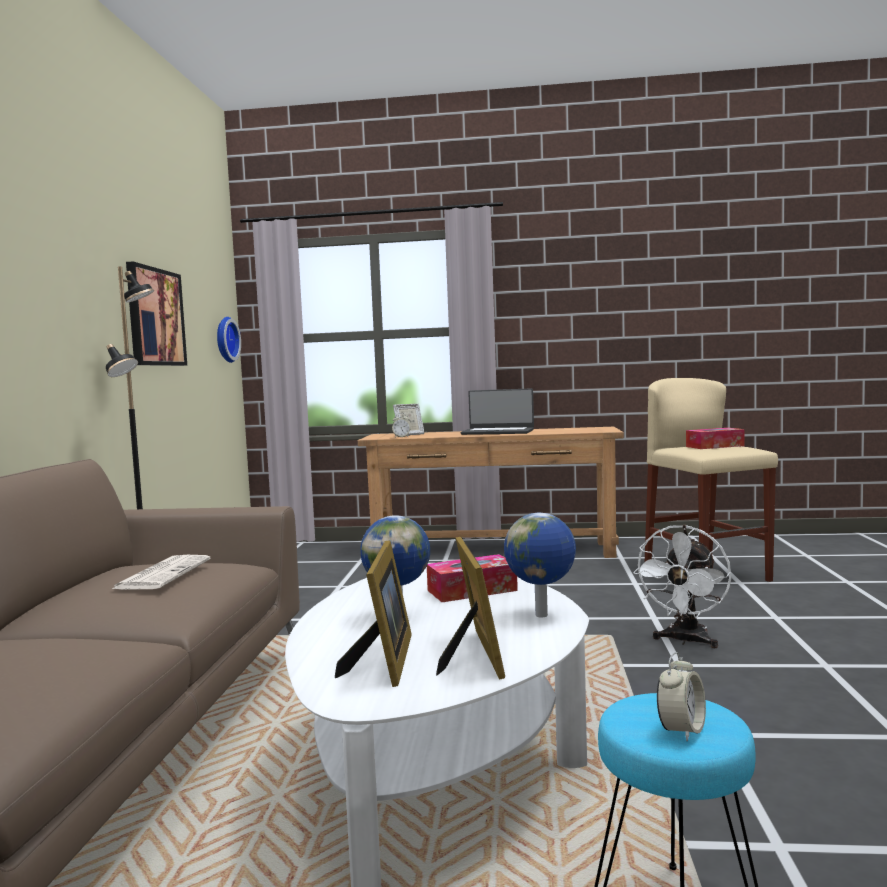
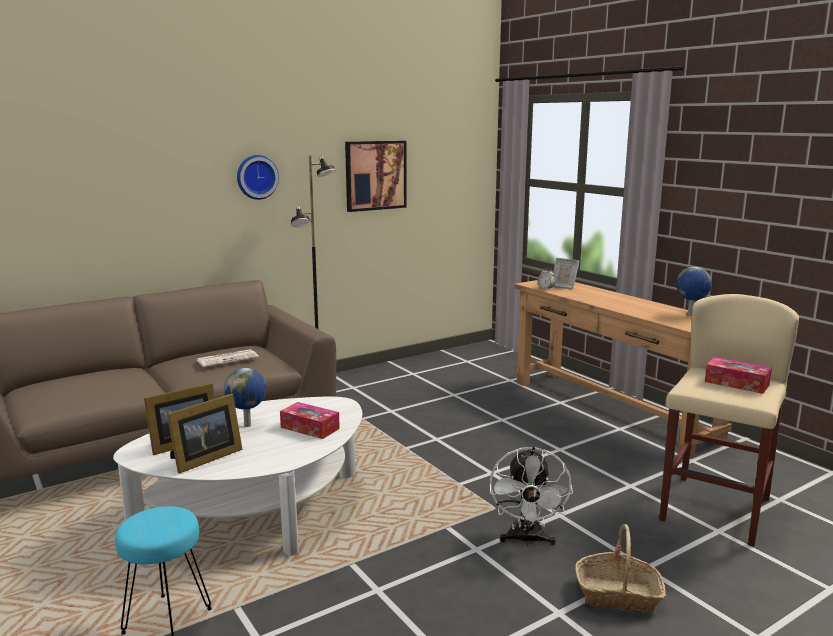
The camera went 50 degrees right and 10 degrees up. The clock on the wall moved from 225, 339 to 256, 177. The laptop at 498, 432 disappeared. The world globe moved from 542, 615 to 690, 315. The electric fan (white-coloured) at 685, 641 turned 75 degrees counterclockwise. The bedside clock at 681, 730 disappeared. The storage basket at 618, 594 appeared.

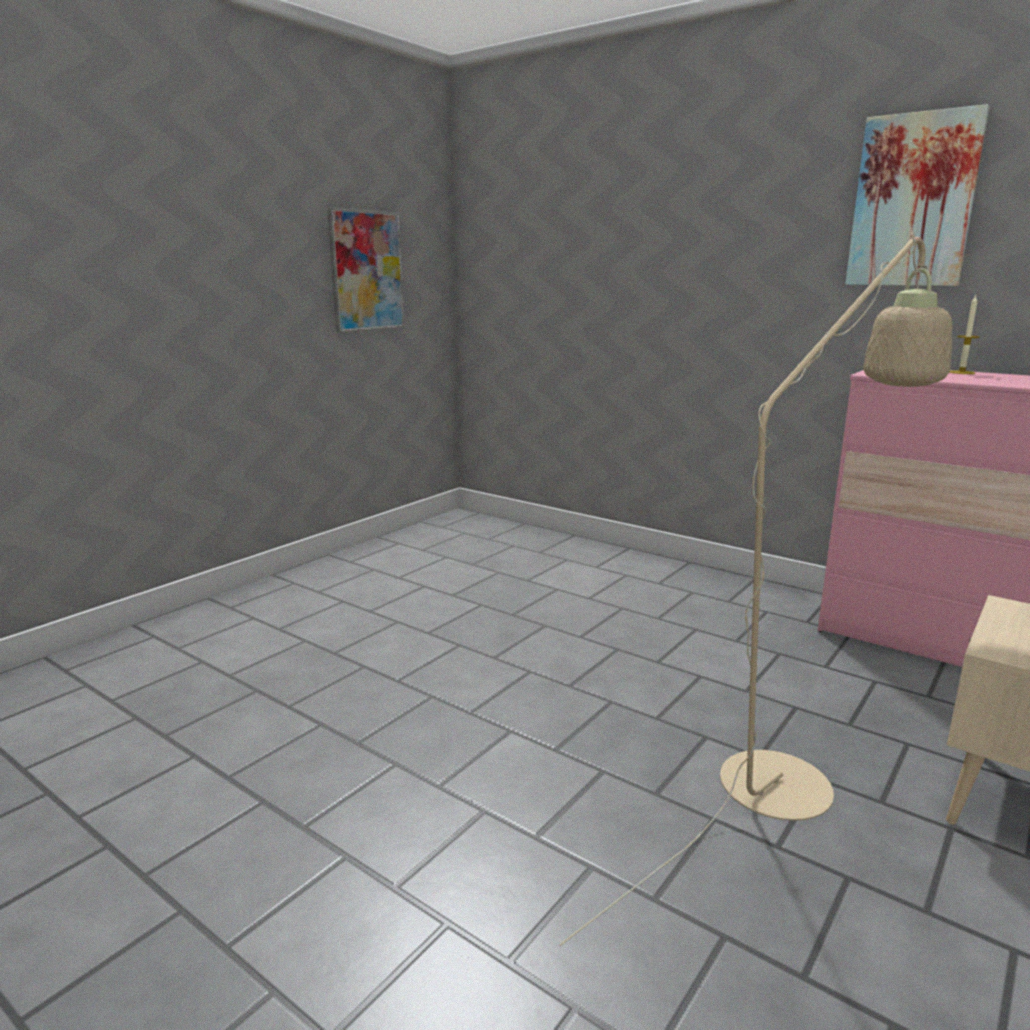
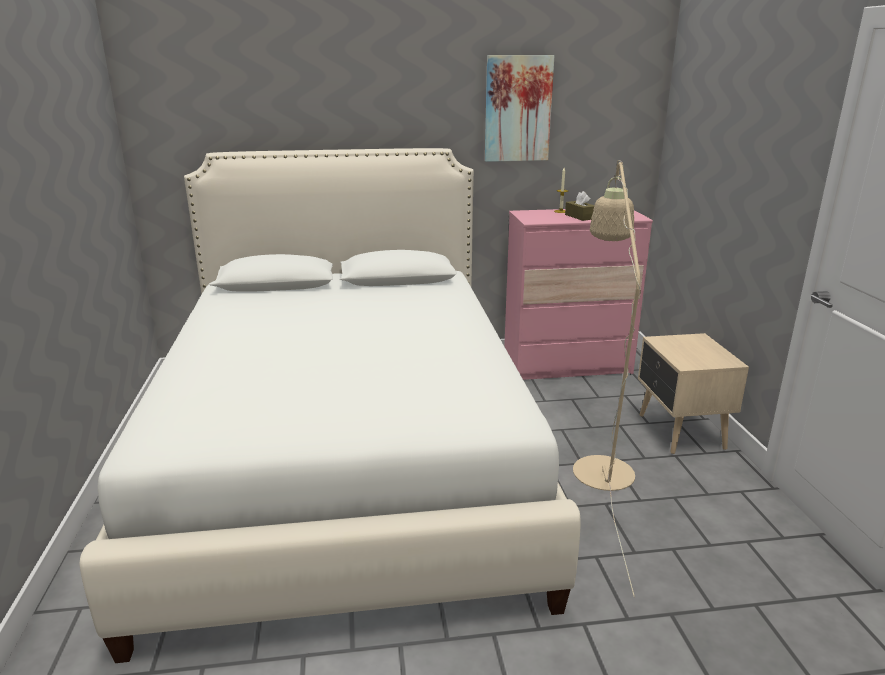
The camera went 45 degrees left and 5 degrees up. The wall picture at 366, 271 disappeared. The bed (white-coloured) at 347, 461 appeared. The tissue holder (brownish) at 580, 217 appeared.

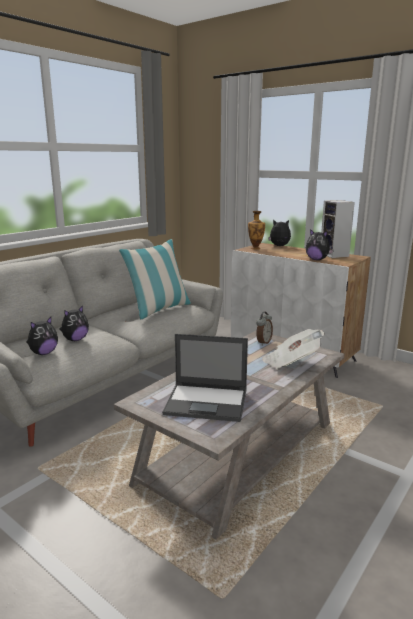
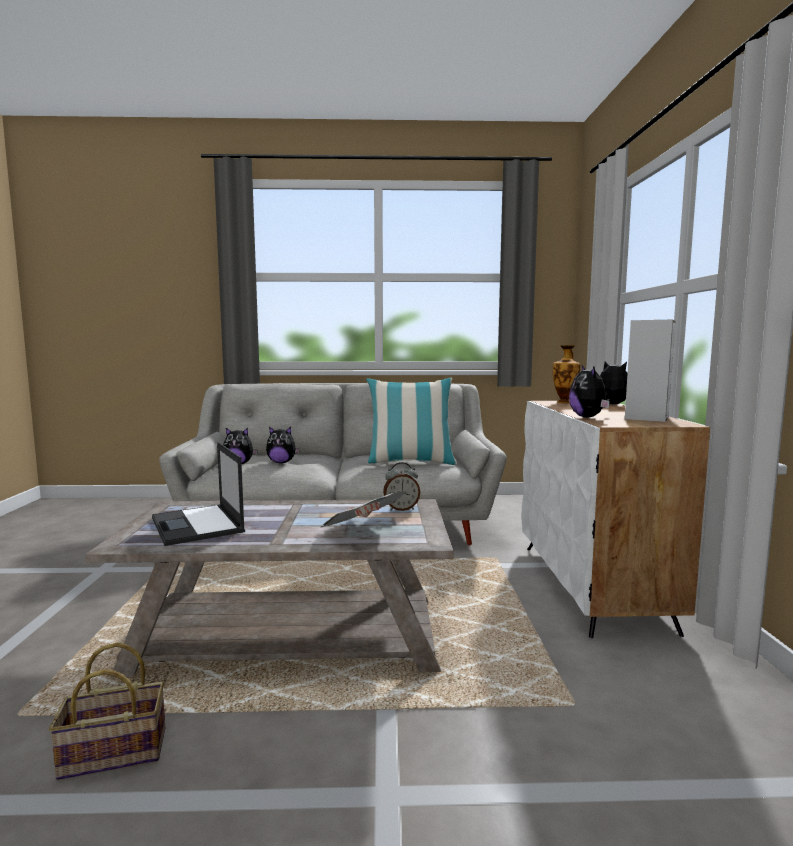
The camera went 50 degrees right and 10 degrees down. The storage basket at 111, 755 appeared.

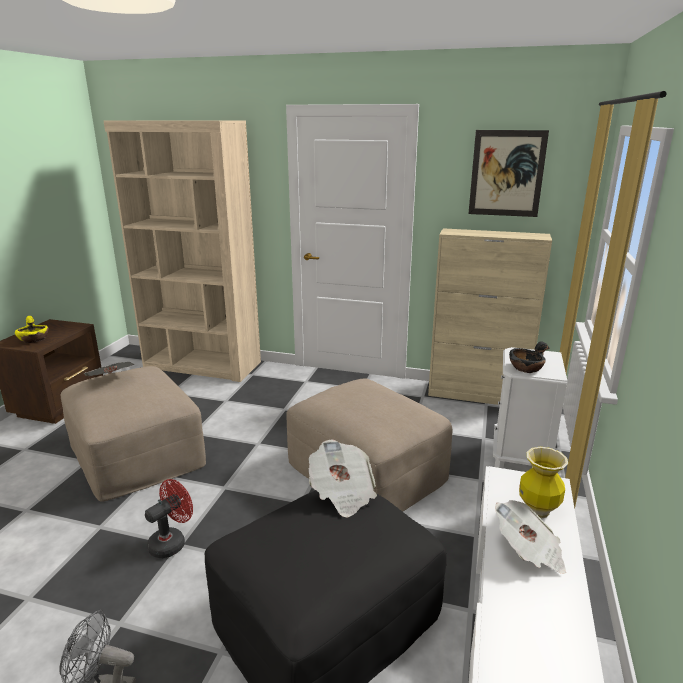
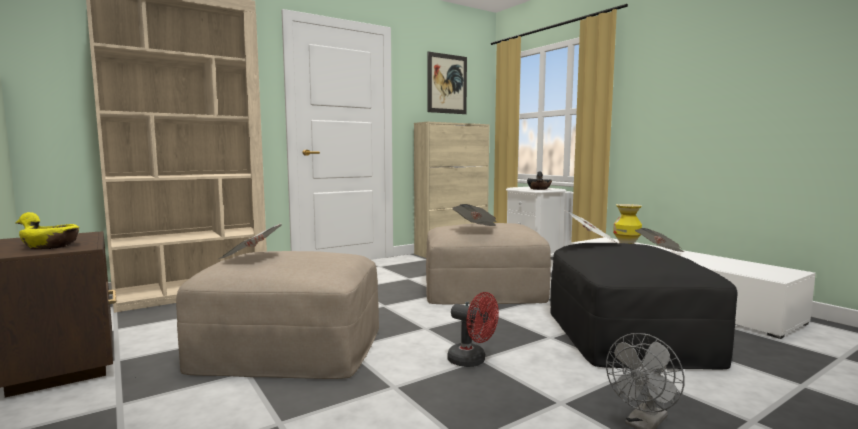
The camera went 50 degrees left and 15 degrees down. The electric fan (red) at 172, 542 turned 135 degrees clockwise. The daily paper at 476, 228 appeared.

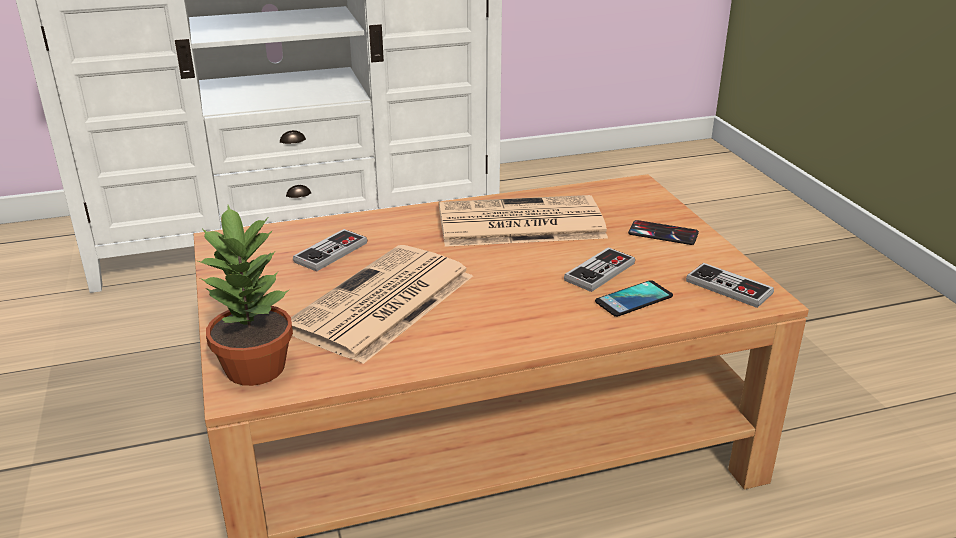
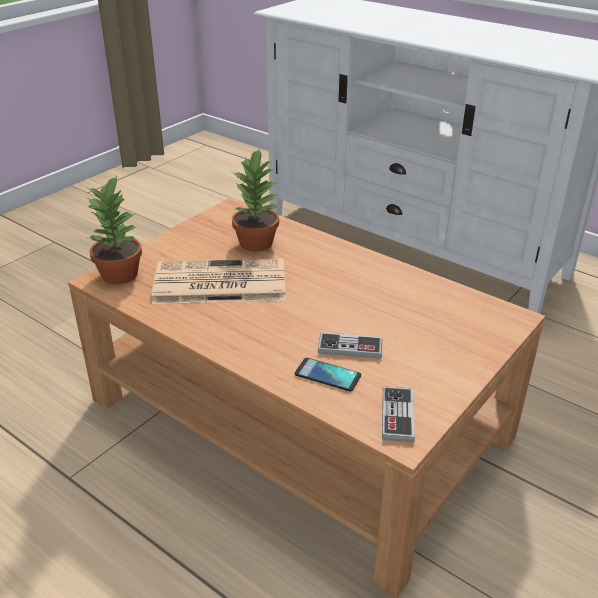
The camera went 55 degrees right and 5 degrees up. The game controller at 331, 252 was replaced by the houseplant at 257, 243. The daily paper at 518, 224 disappeared. The phone at 663, 233 disappeared.

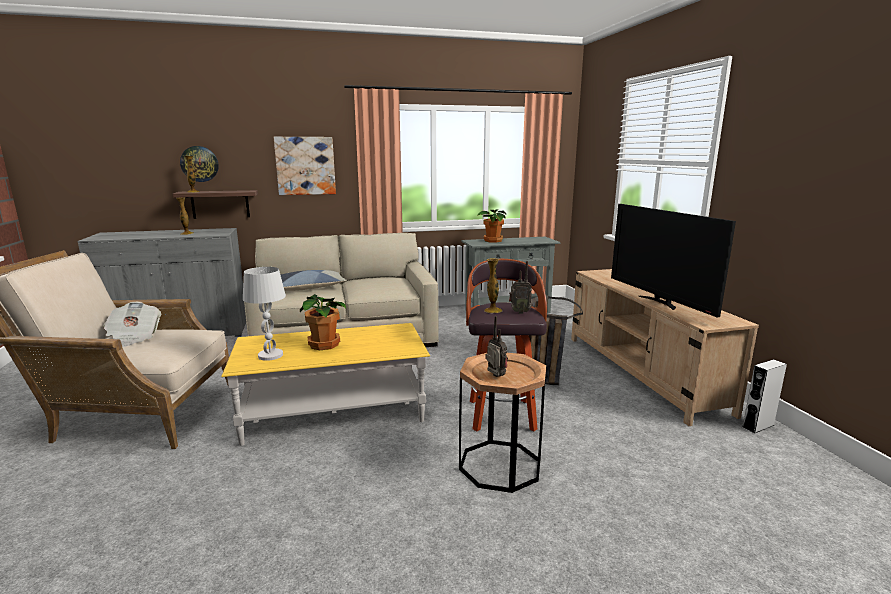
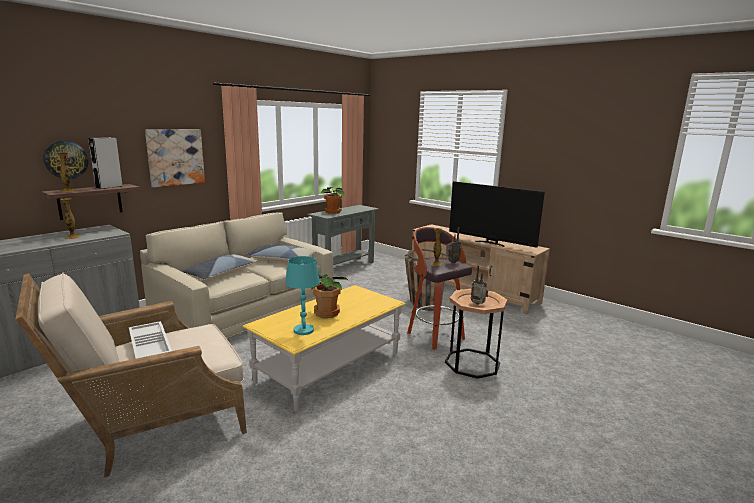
The camera went 35 degrees left and 0 degrees up. The daily paper at 134, 337 was replaced by the tray (white-coloured) at 152, 348. The lamp for a table (white-coloured) at 270, 355 became the lamp for a table (turquoise) at 303, 330. The speaker (grey) moved from 758, 426 to 109, 187. The cushion at 282, 260 appeared.

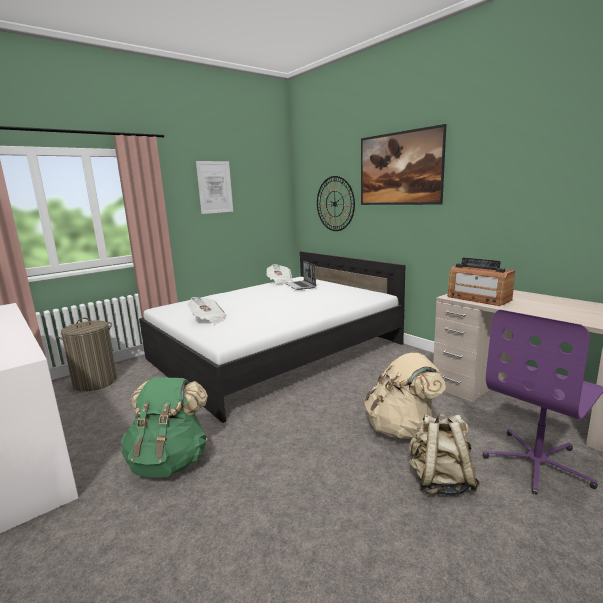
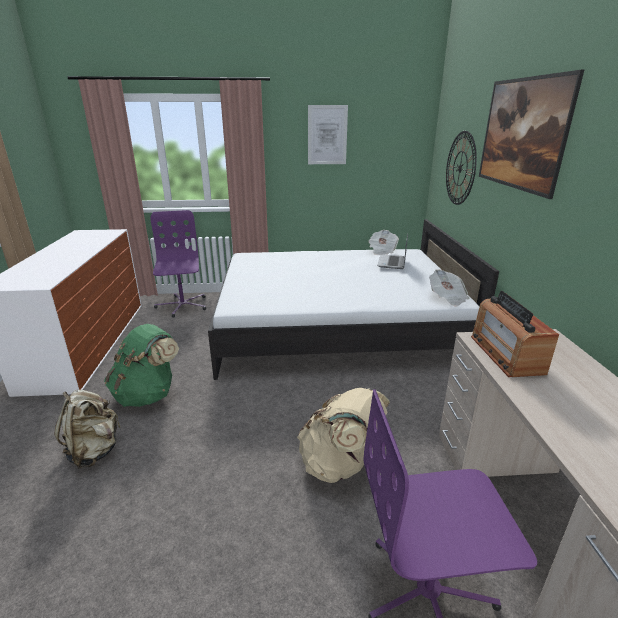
The camera went 35 degrees right and 10 degrees up. The washing basket at 95, 382 was replaced by the office chair (purple-coloured) at 182, 305. The daily paper moved from 208, 319 to 447, 298. The knapsack (beige) moved from 440, 482 to 94, 451.

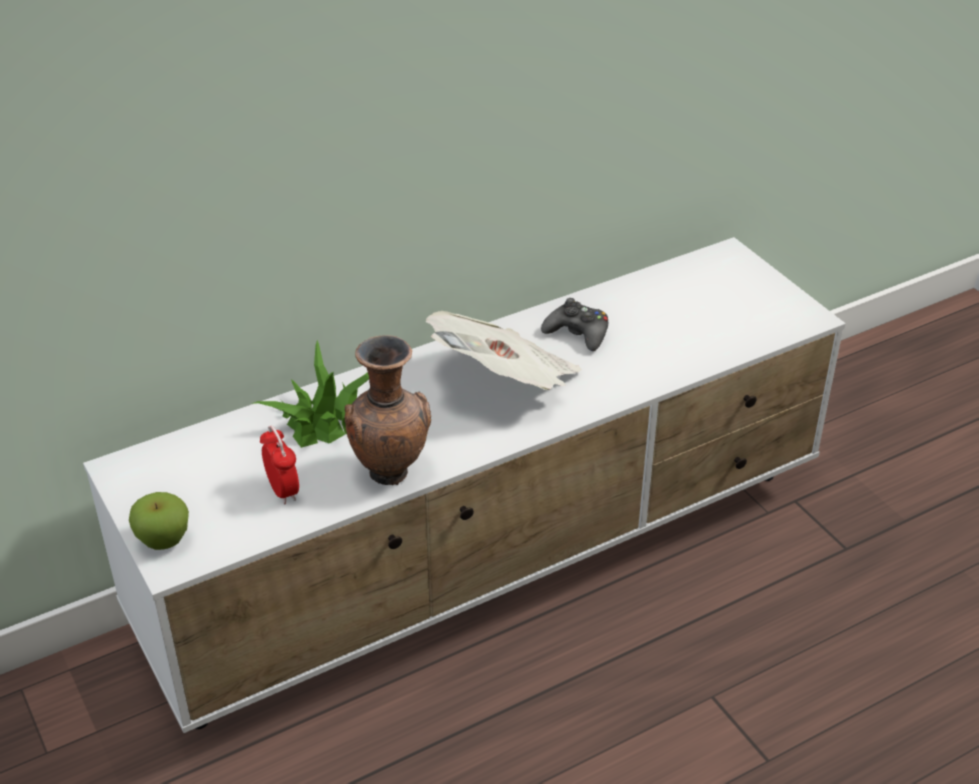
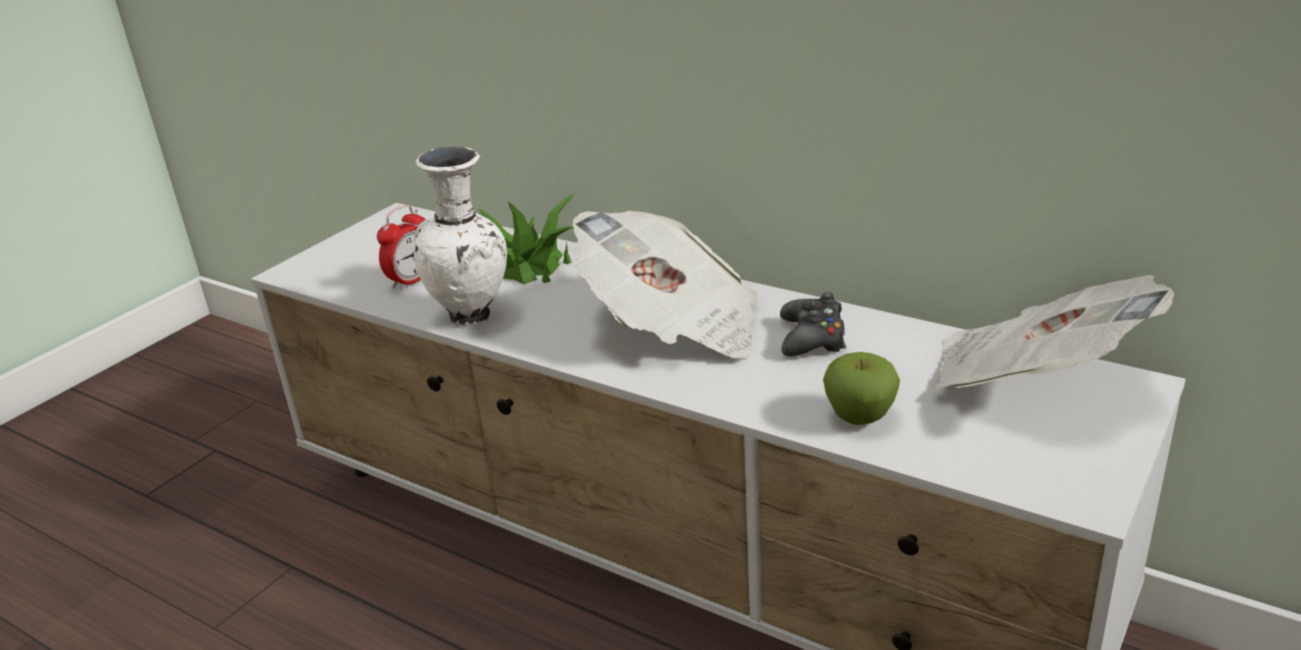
The camera went 65 degrees right and 10 degrees down. The apple moved from 164, 540 to 860, 417. The vase (brownish) at 390, 472 became the vase (white-coloured) at 473, 317. The daily paper at 1033, 382 appeared.

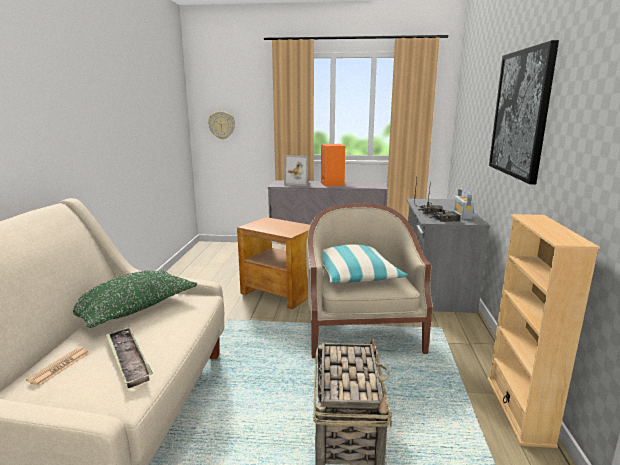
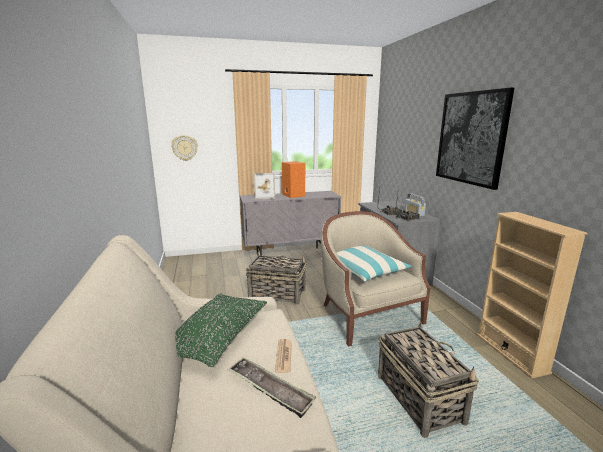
The camera went 20 degrees left and 0 degrees up. The daily paper moved from 60, 366 to 283, 356. The side table (brownish) at 279, 292 was replaced by the storage basket at 276, 294.

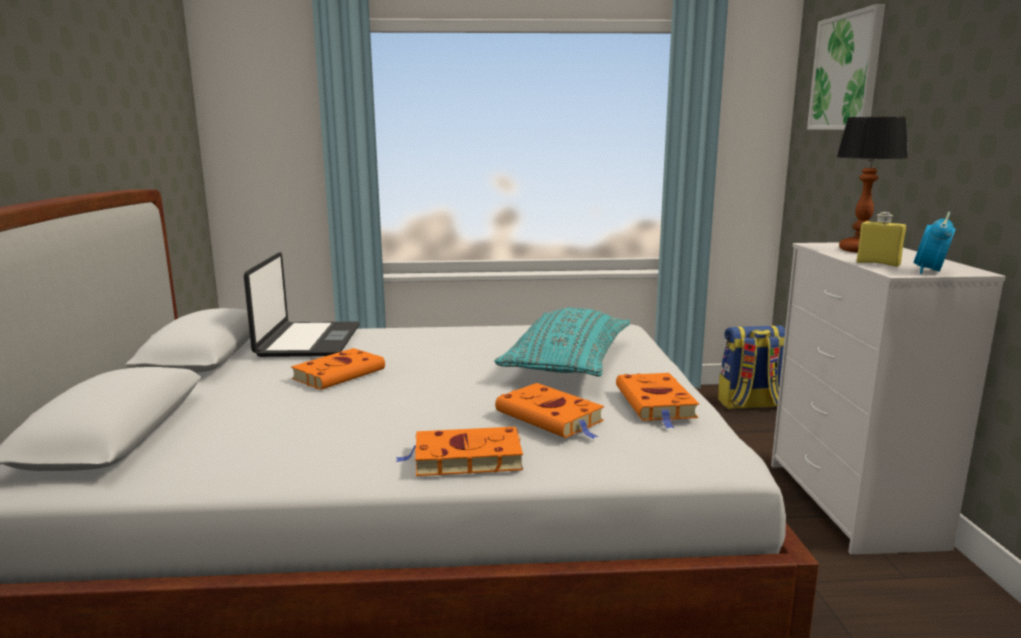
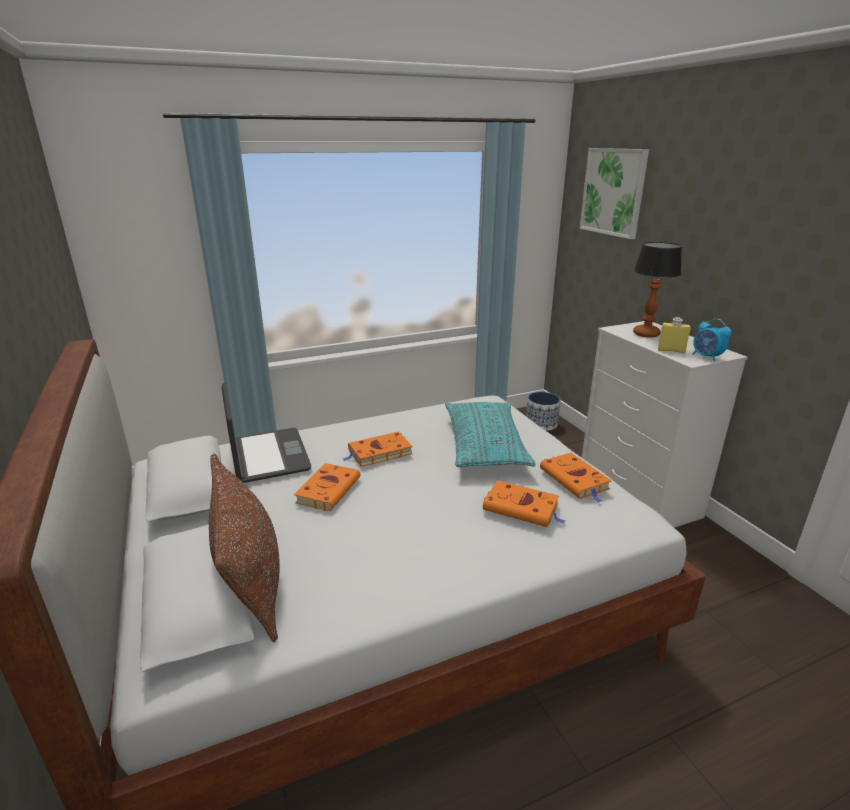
The camera went 20 degrees left and 10 degrees up. The book (orange-coloured) moved from 464, 458 to 378, 453. The knapsack at 749, 404 was replaced by the planter at 541, 424. The bedside clock at 930, 271 turned 45 degrees counterclockwise. The cushion (brownish) at 250, 576 appeared.

